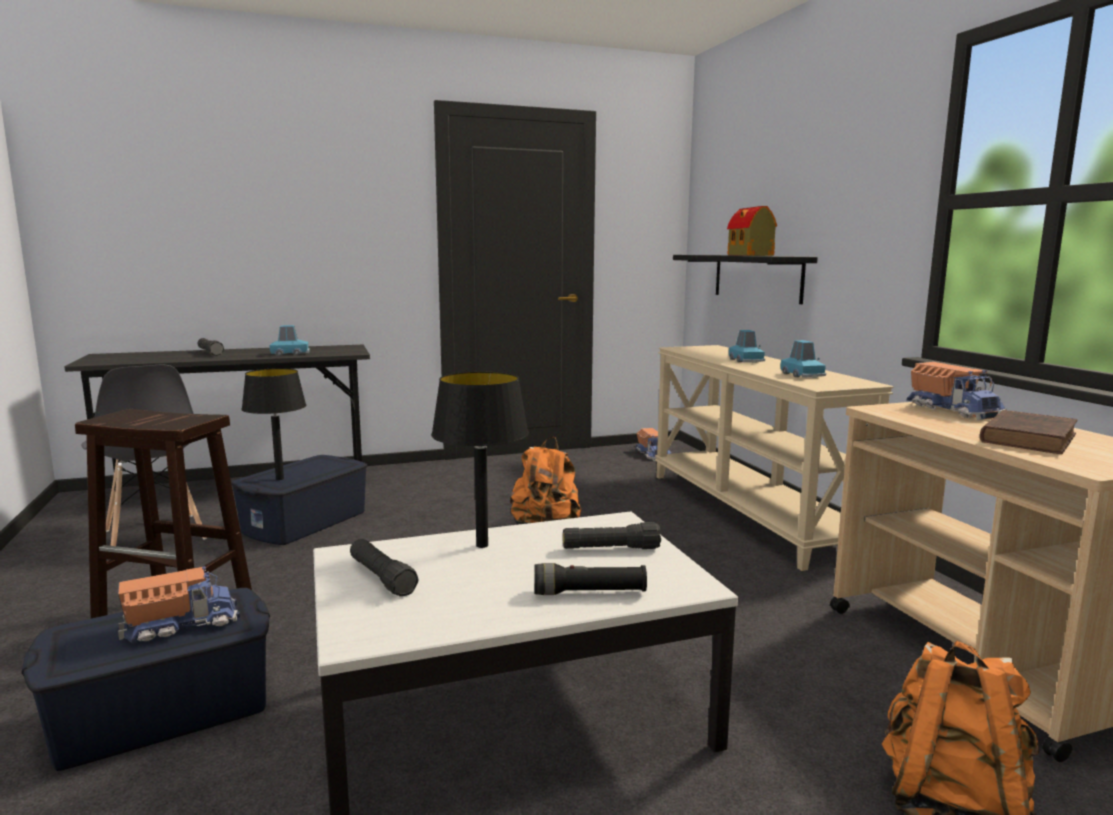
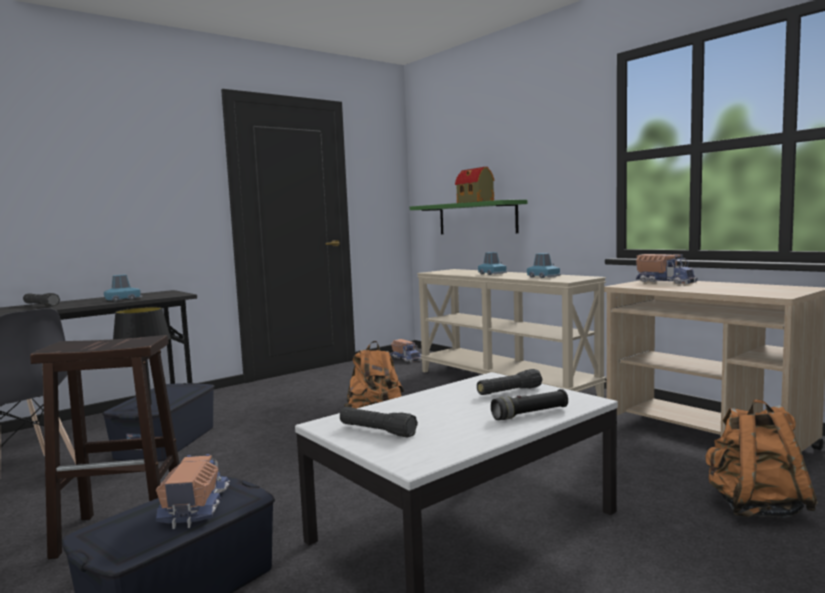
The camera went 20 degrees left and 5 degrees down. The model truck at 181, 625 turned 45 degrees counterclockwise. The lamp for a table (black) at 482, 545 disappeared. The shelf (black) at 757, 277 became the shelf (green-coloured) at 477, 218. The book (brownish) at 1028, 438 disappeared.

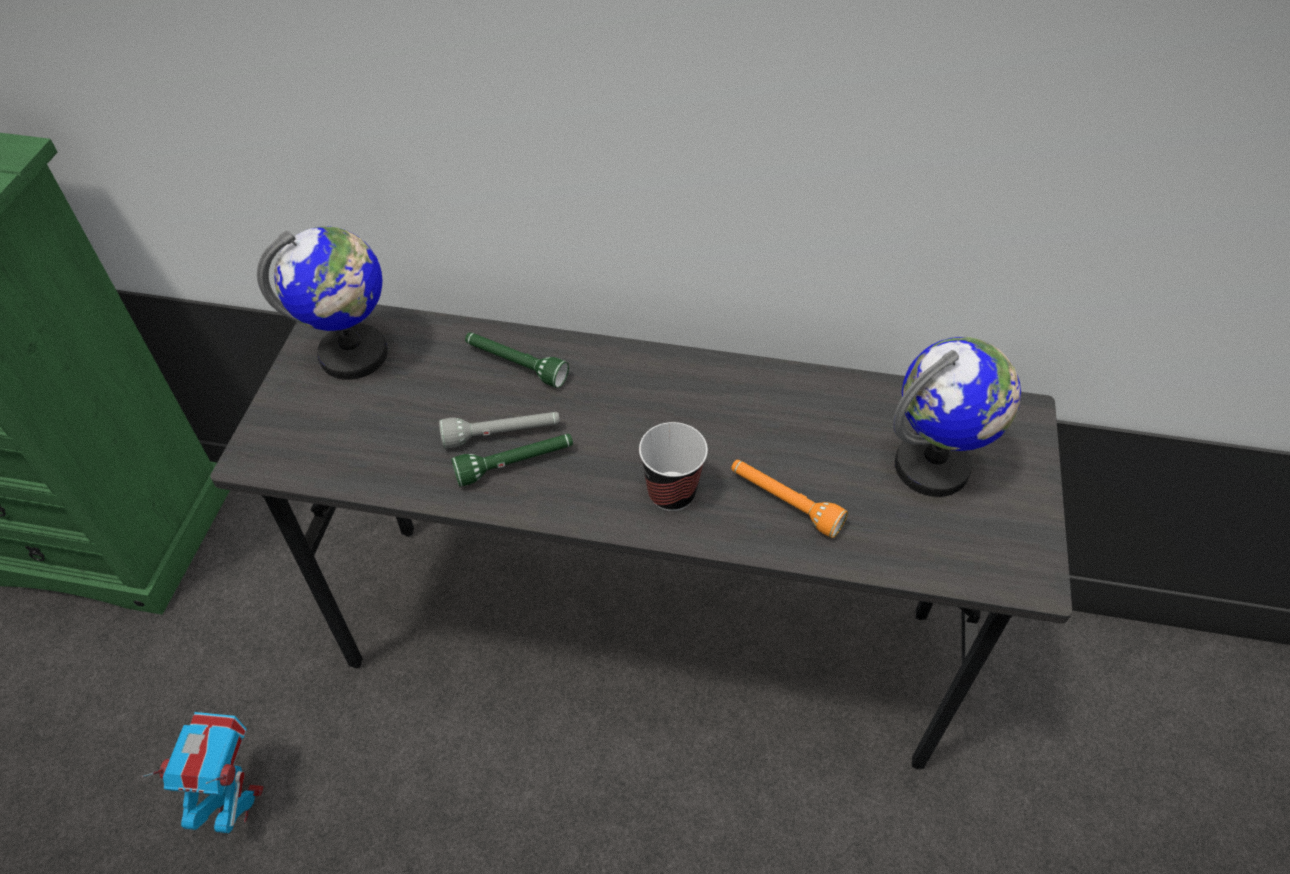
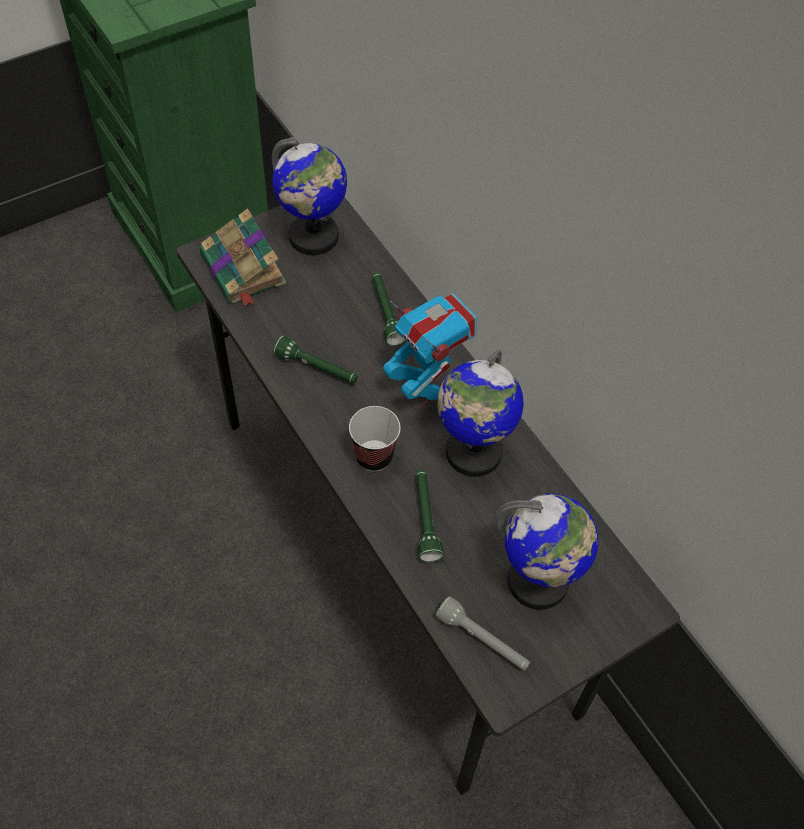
The camera went 45 degrees right and 5 degrees up. The robot figure moved from 238, 801 to 426, 390. The torch (grey) moved from 502, 435 to 483, 641. The torch (orange-coloured) at 784, 503 became the torch (green-coloured) at 425, 519. The book at 244, 270 appeared. The world globe at 472, 452 appeared.

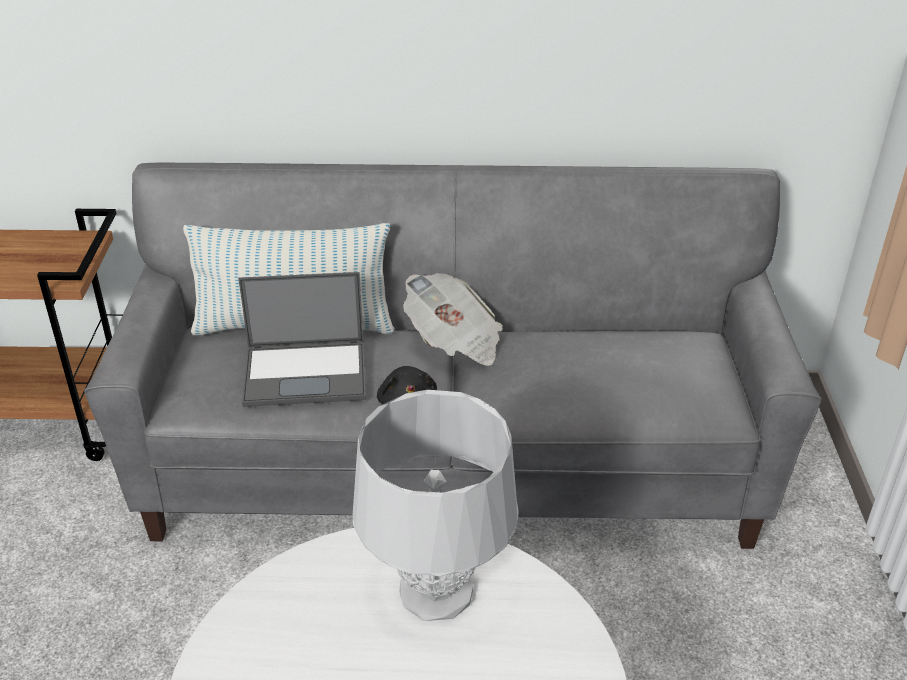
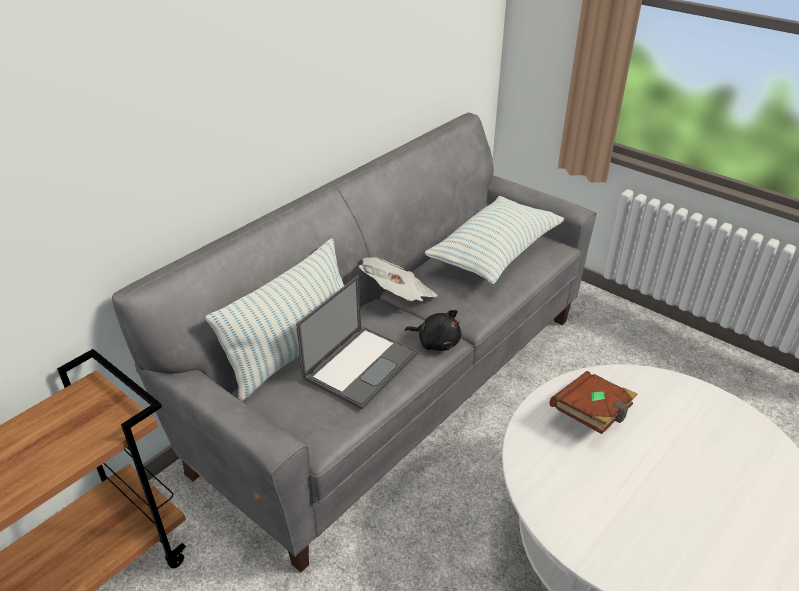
The camera went 50 degrees left and 0 degrees up. The lamp for a table (grey) at 436, 591 was replaced by the book (brownish) at 592, 414. The cushion at 495, 253 appeared.

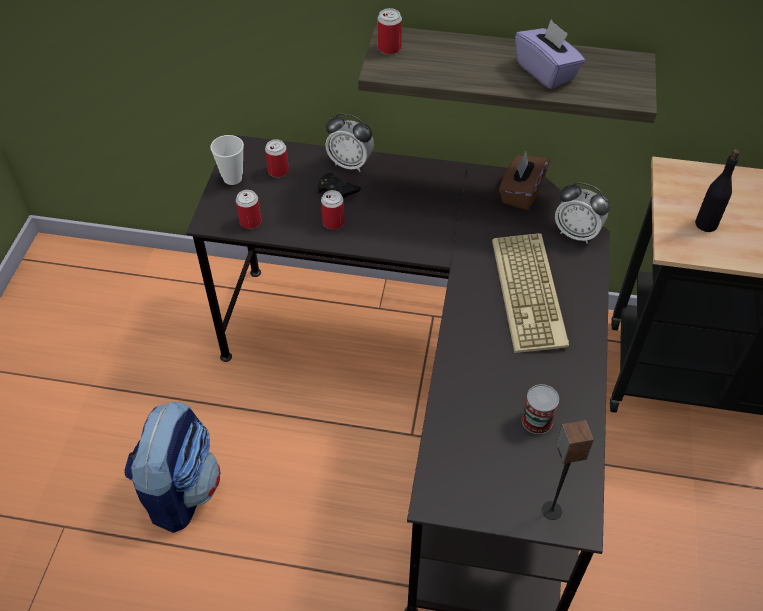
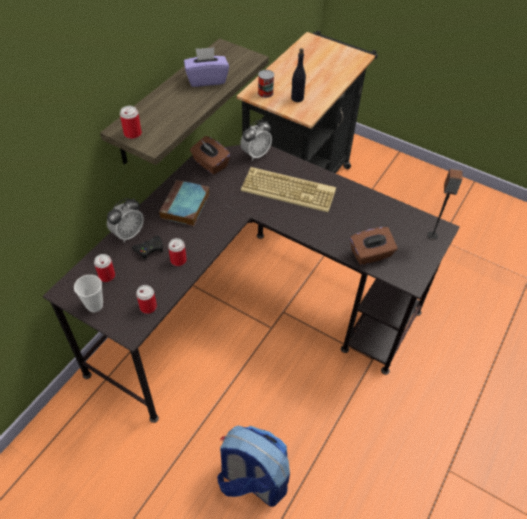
The camera went 70 degrees left and 0 degrees up. The metal can moved from 537, 421 to 265, 93. The book at 185, 206 appeared. The tissue holder (brownish) at 370, 255 appeared.

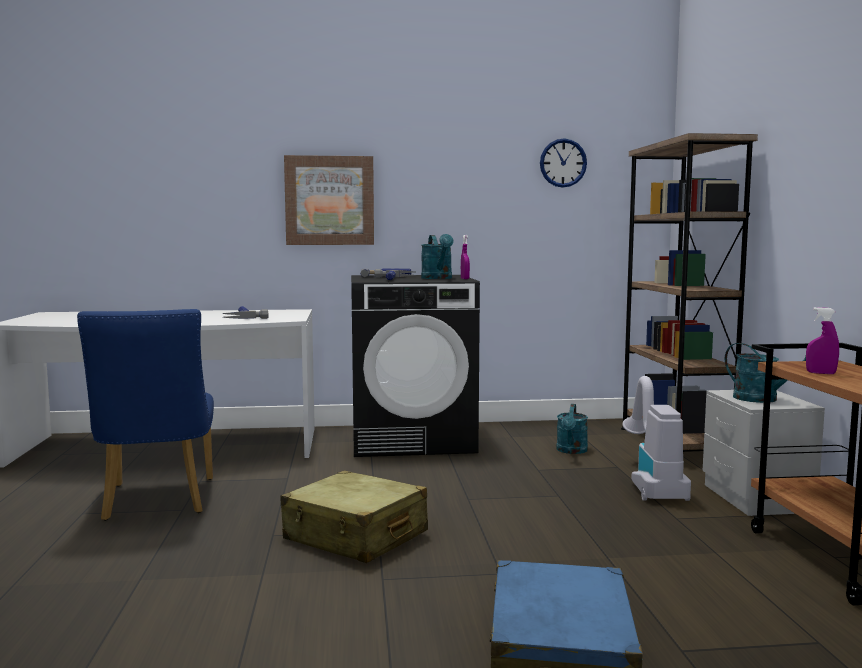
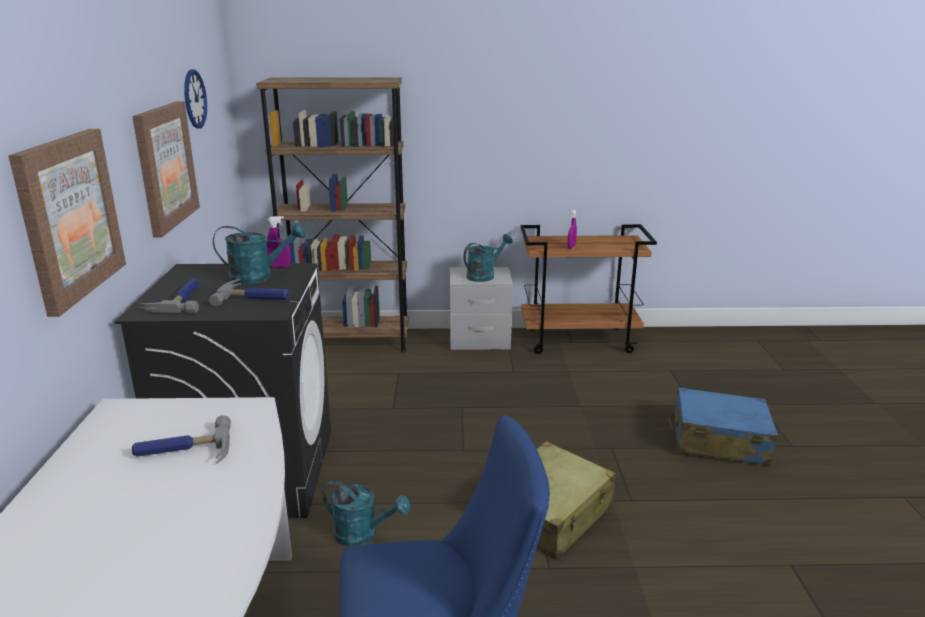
The camera went 85 degrees left and 15 degrees up. The watering can (turquoise) moved from 571, 451 to 363, 534. The vacuum cleaner at 651, 484 disappeared. The wall picture at 165, 166 appeared.

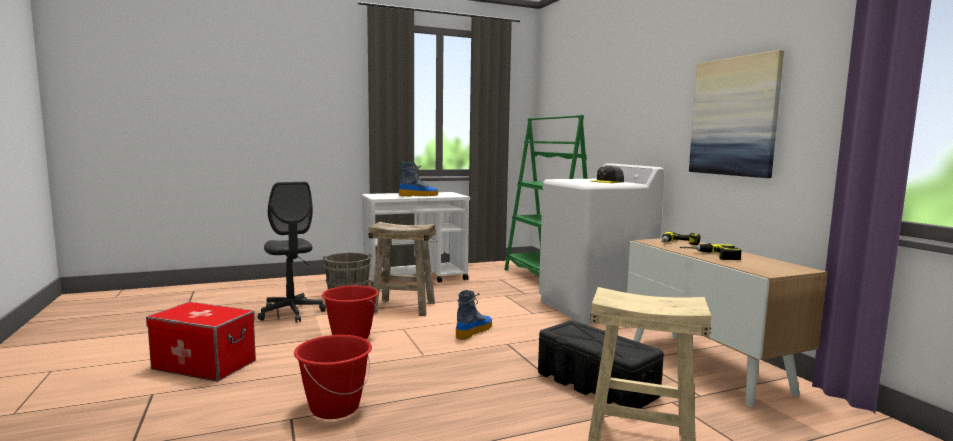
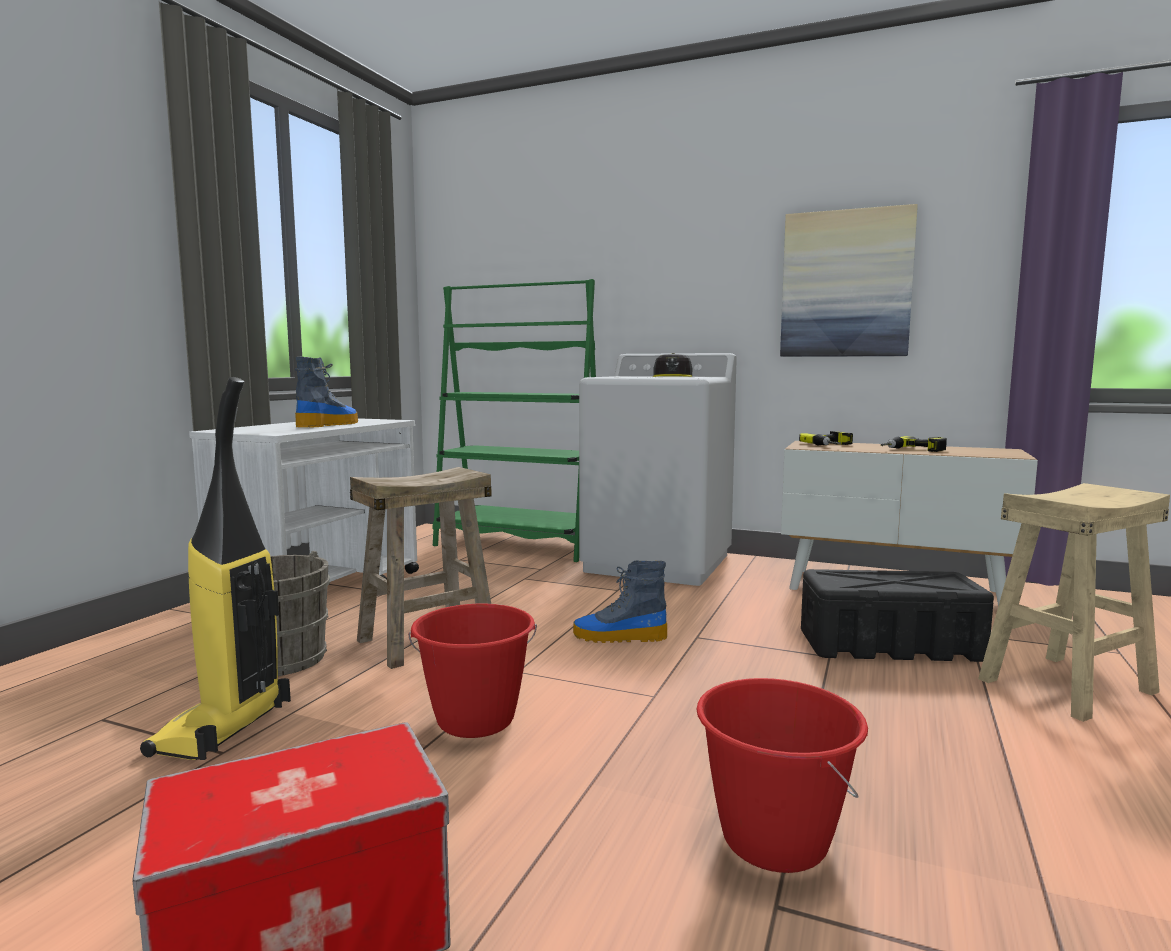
The camera went 45 degrees left and 0 degrees up. The office chair (grey) at 291, 313 was replaced by the vacuum cleaner at 223, 729. The high-top boot at 473, 331 turned 75 degrees counterclockwise.

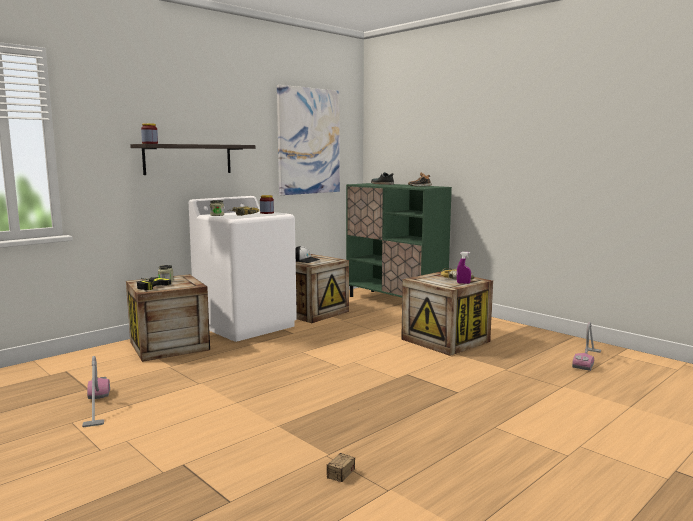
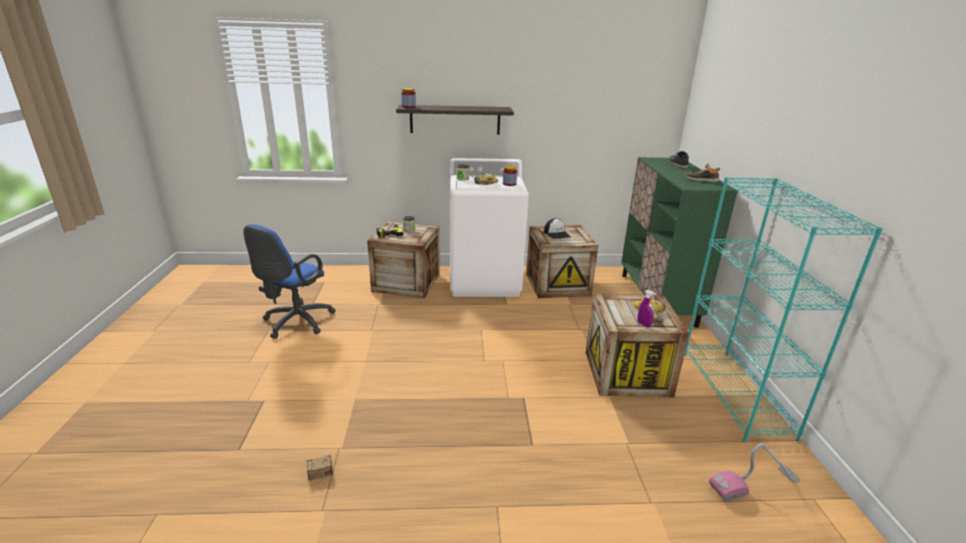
The camera went 40 degrees right and 15 degrees up. The vacuum cleaner at 96, 406 was replaced by the office chair (bluish) at 295, 323. The wall picture at 308, 141 disappeared. The bookcase (turquoise) at 735, 393 appeared.

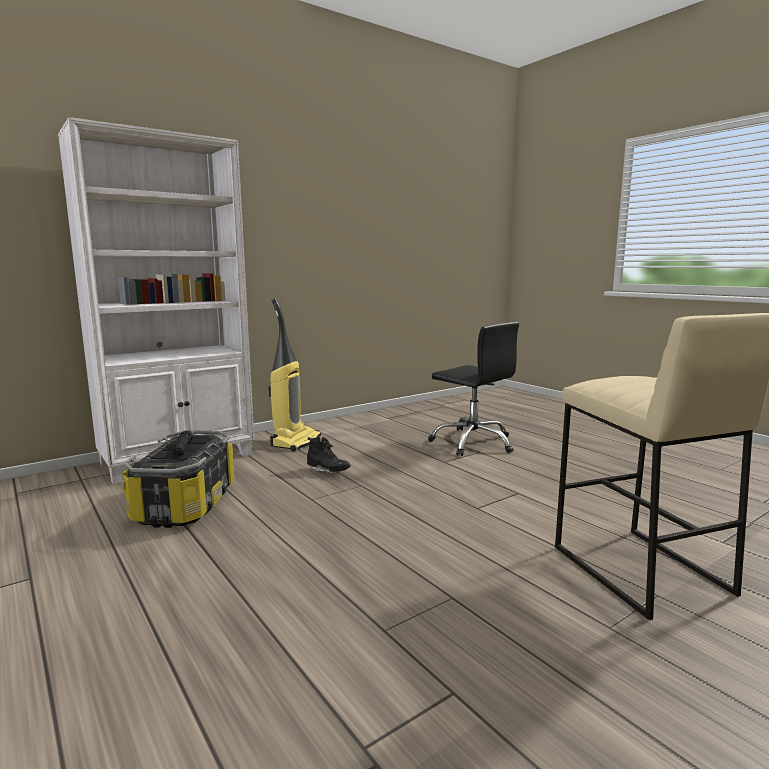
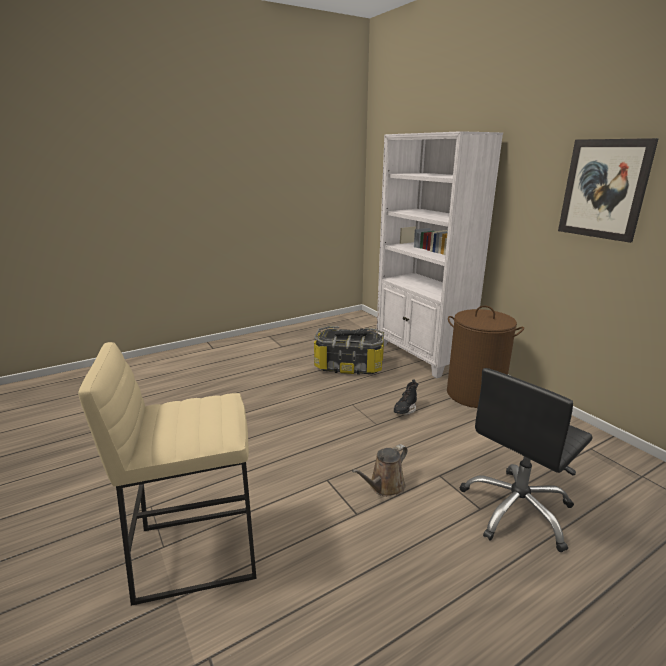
The camera went 95 degrees right and 10 degrees up. The vacuum cleaner at 295, 441 was replaced by the washing basket (brownish) at 475, 394. The watering can (brownish) at 384, 486 appeared. The wall picture at 604, 189 appeared.

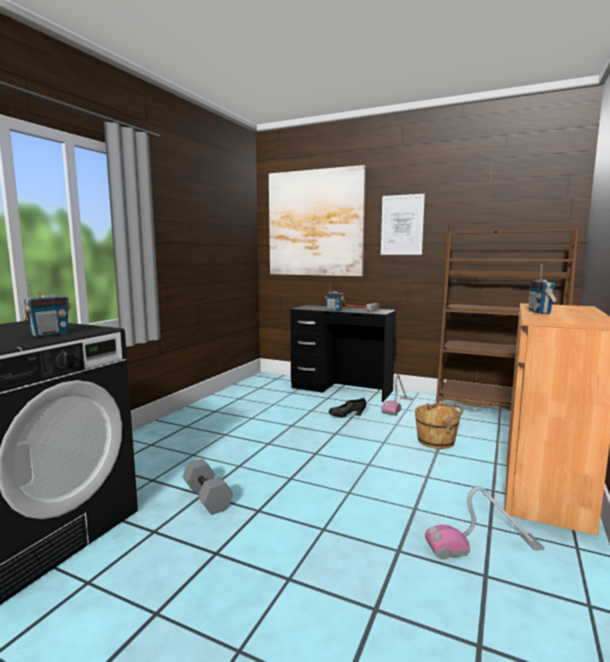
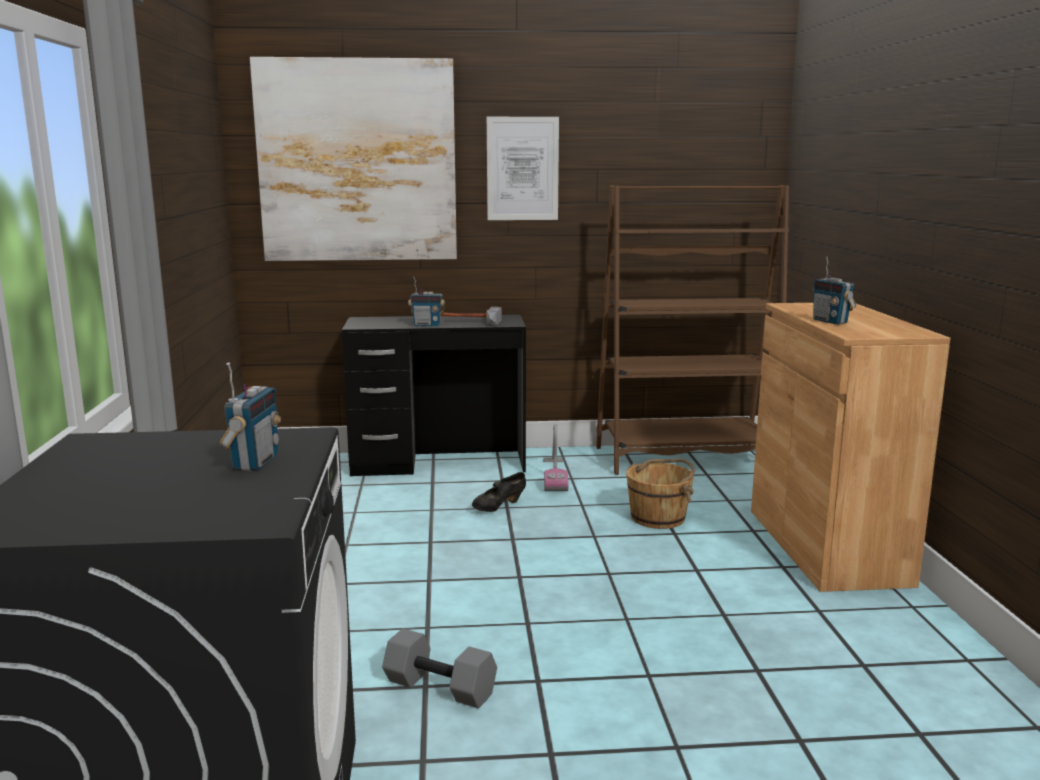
The camera went 30 degrees left and 5 degrees up. The vacuum cleaner at 483, 547 disappeared.

